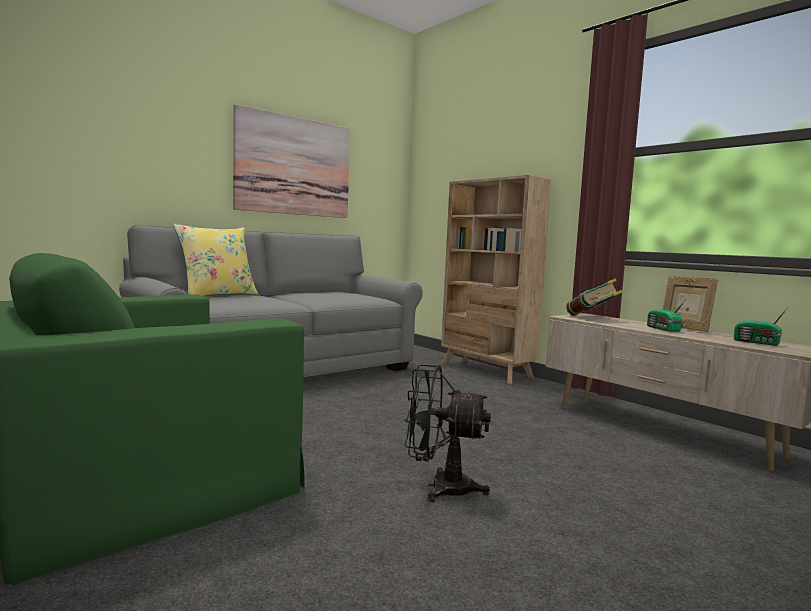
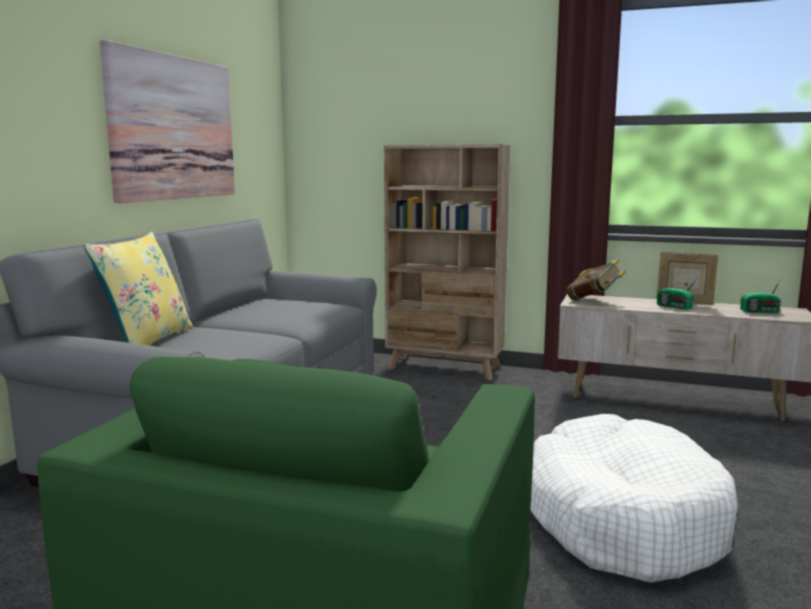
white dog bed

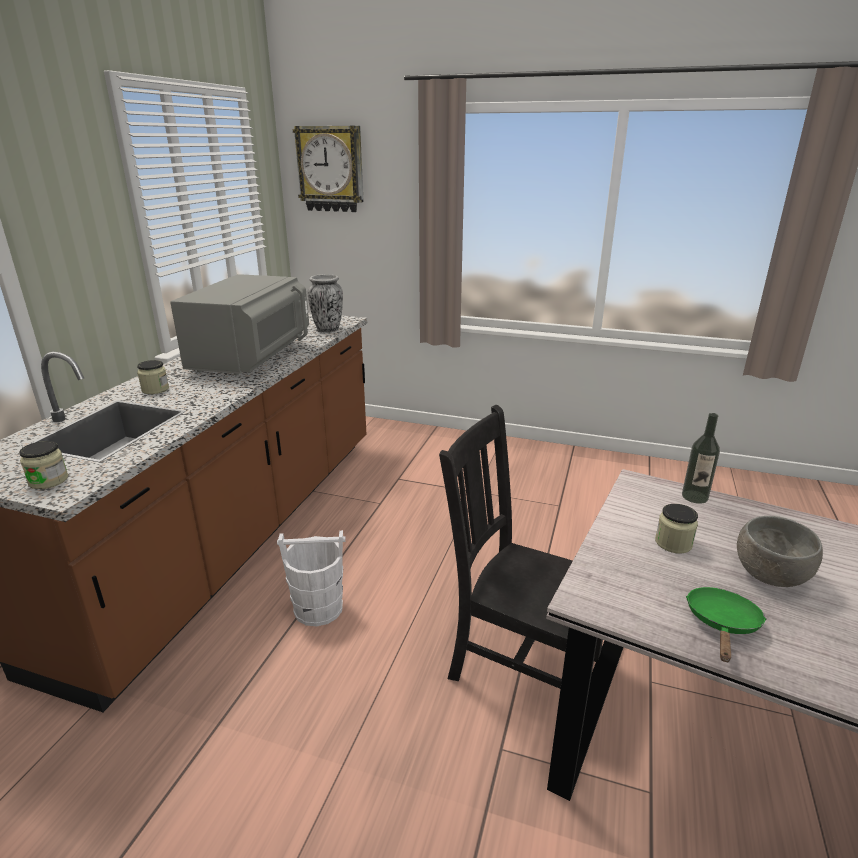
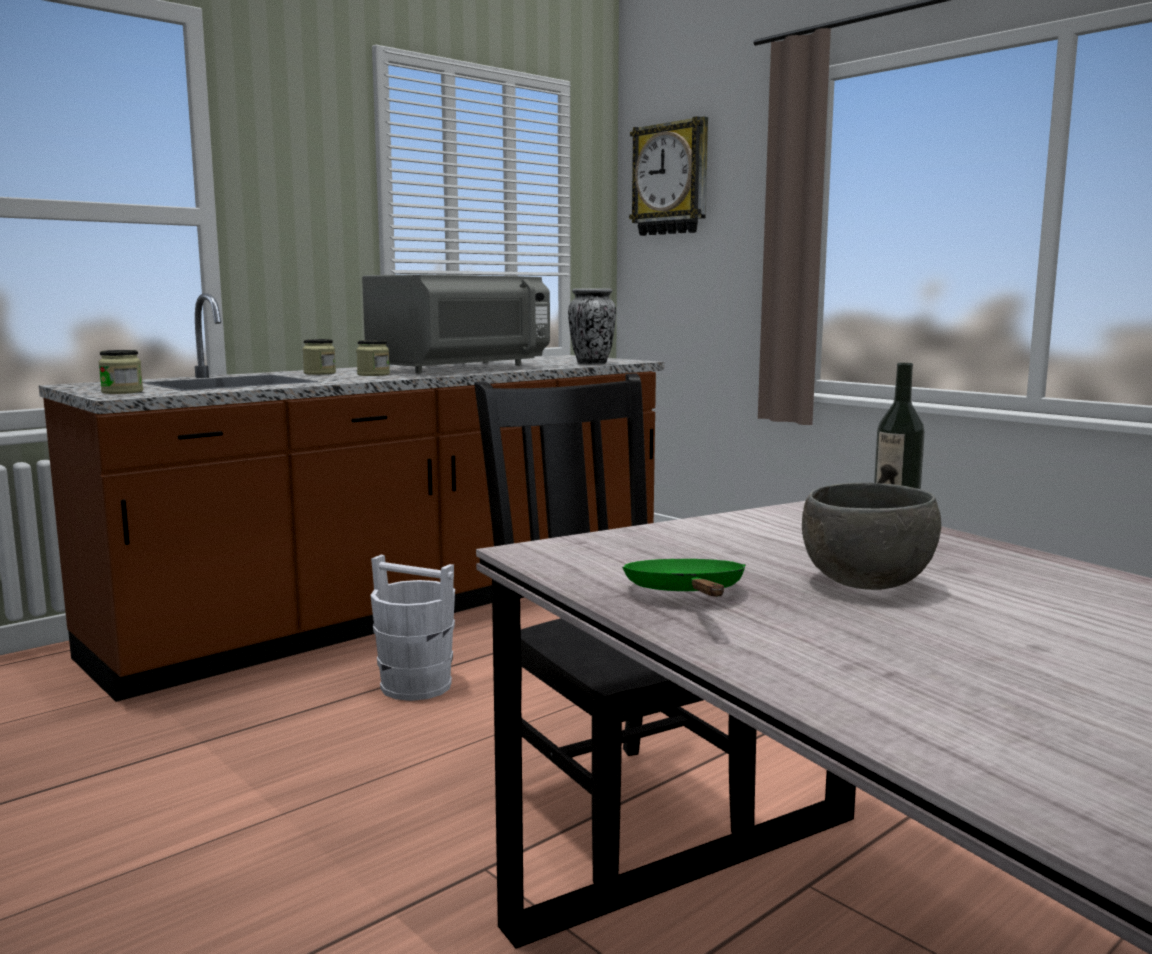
jar (3rd from left); green frying pan

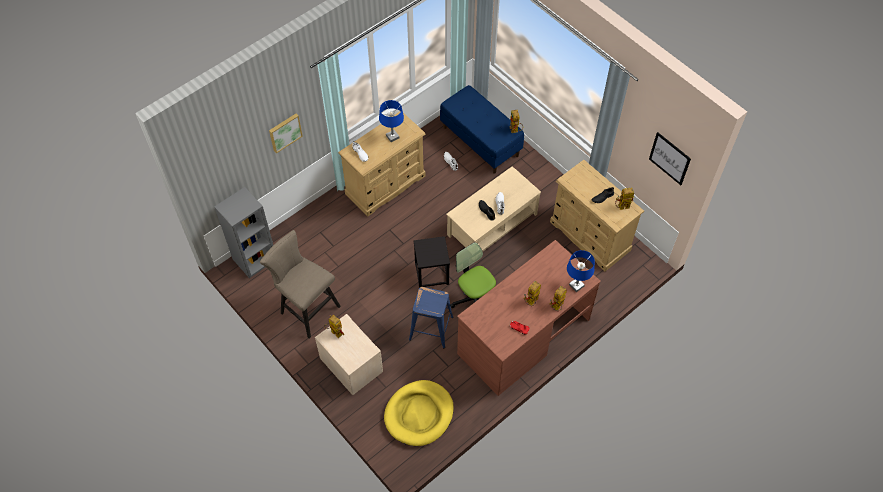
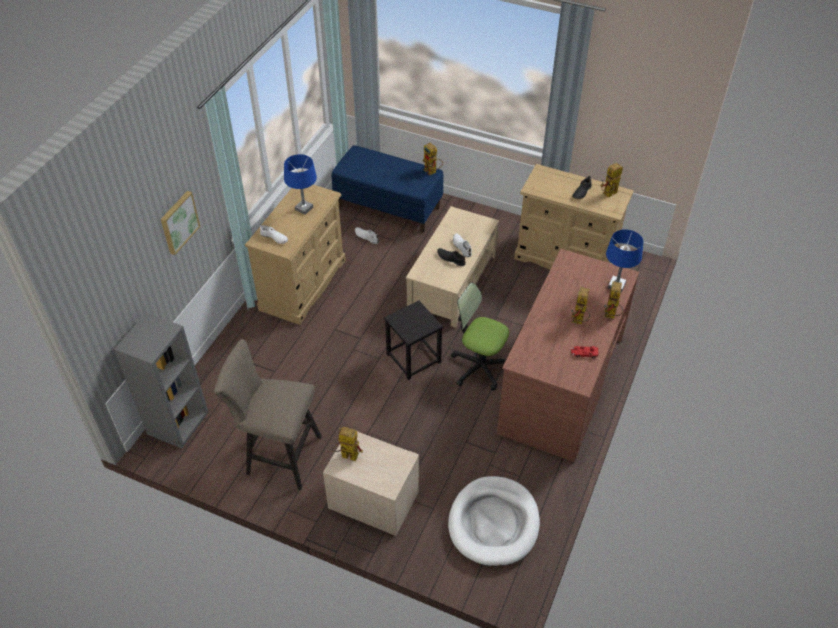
picture (2nd from left in the first image); blue stool; white dog bed

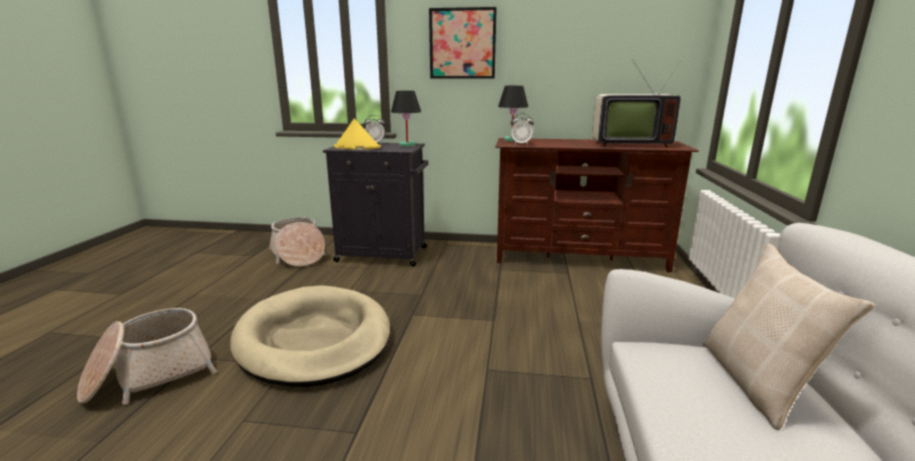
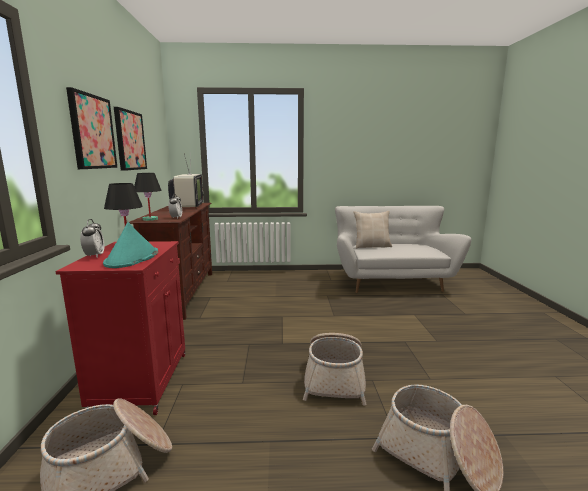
turquoise hat; red cabinet; basket (2nd from left); picture (2nd from left)

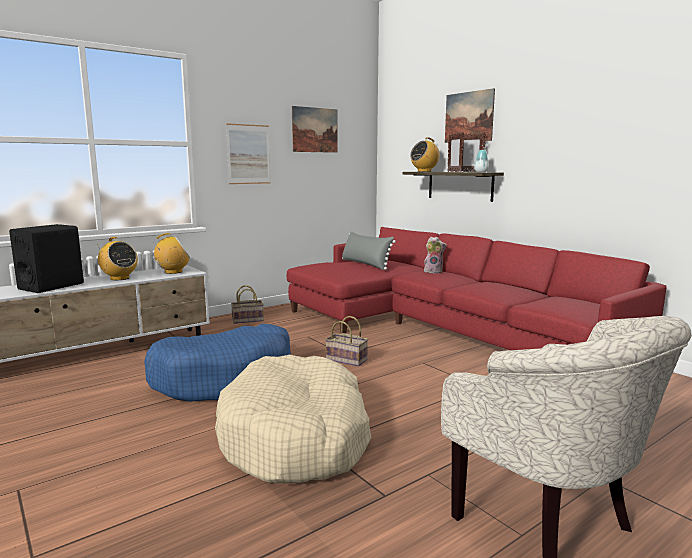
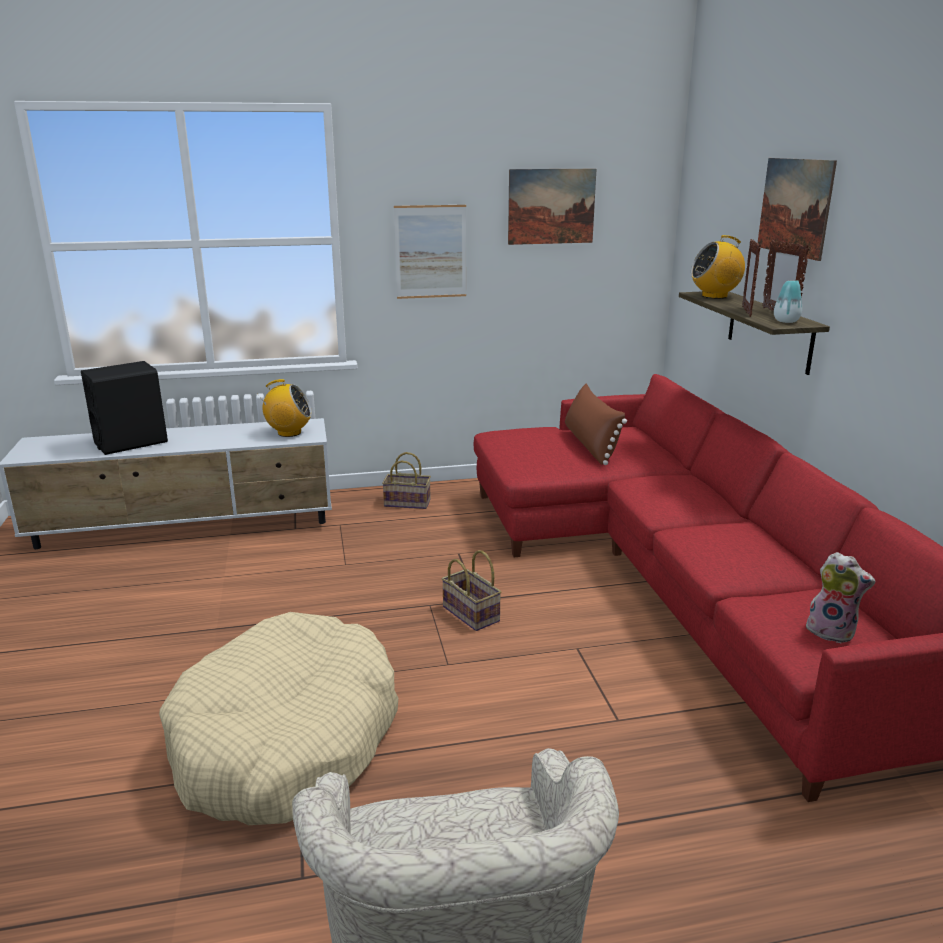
brown pillow; radio (1st from left in the first image); plush toy; blue dog bed

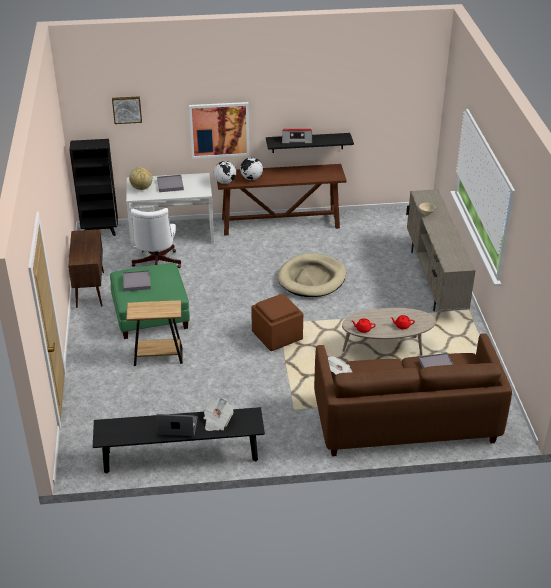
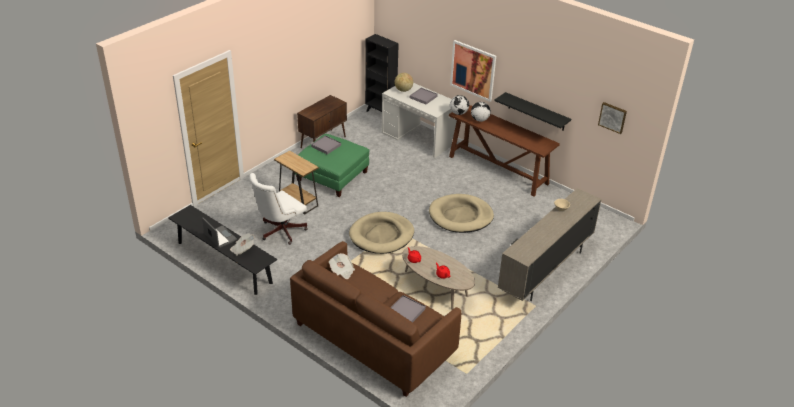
picture (2nd from left); radio; white office chair; beige dog bed (1st from left)

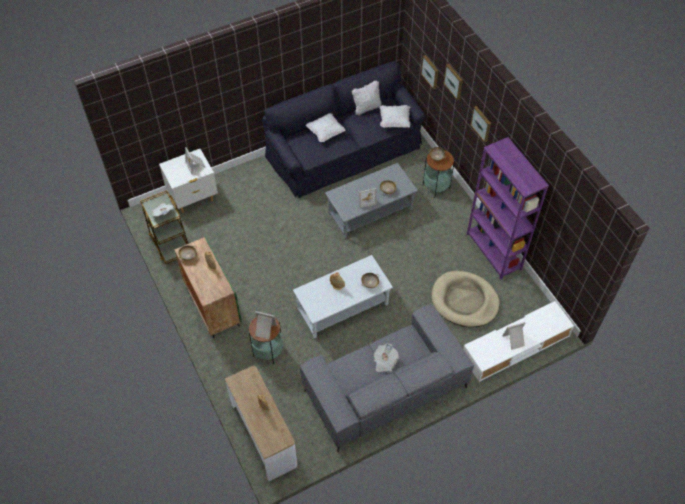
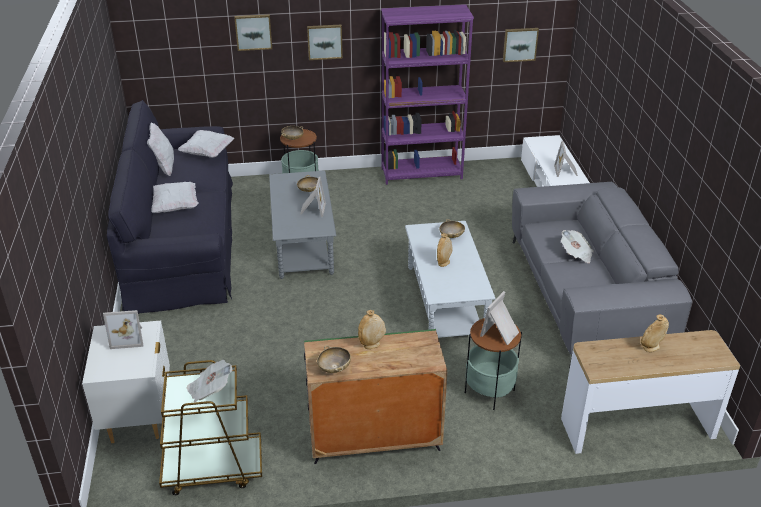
picture (3rd from left); beige dog bed

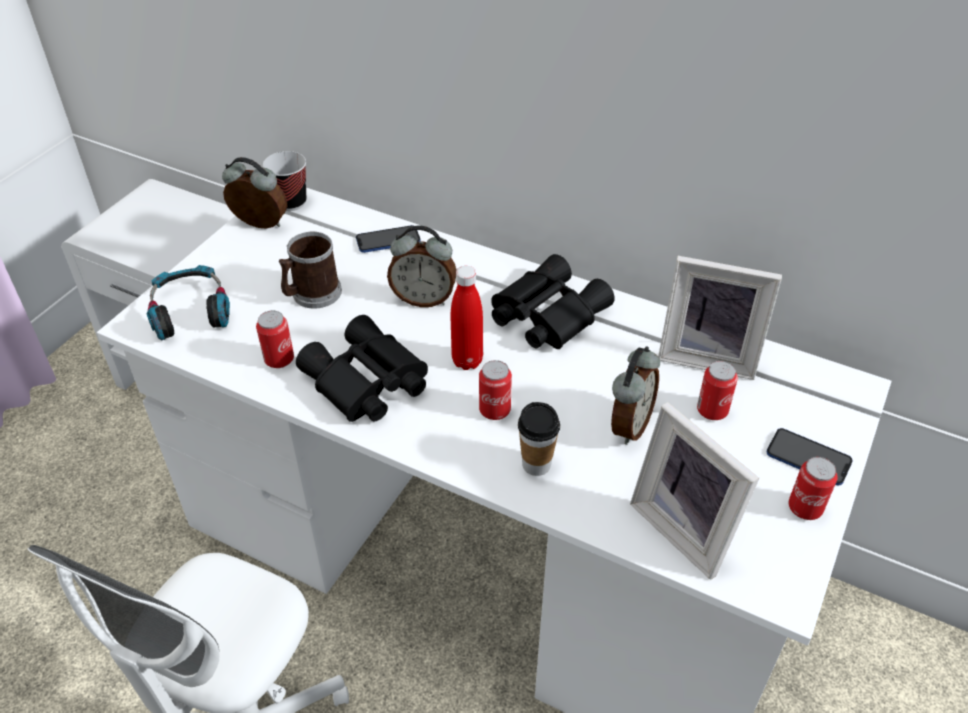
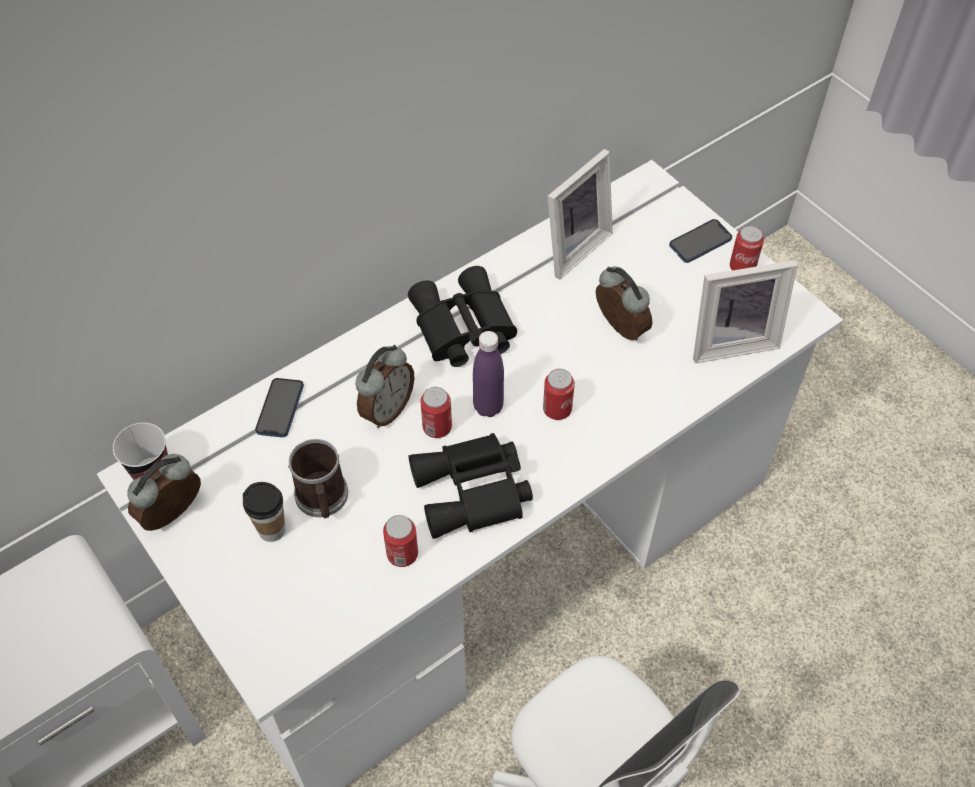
headphones; purple bottle; can (2nd from left); cup (2nd from left)

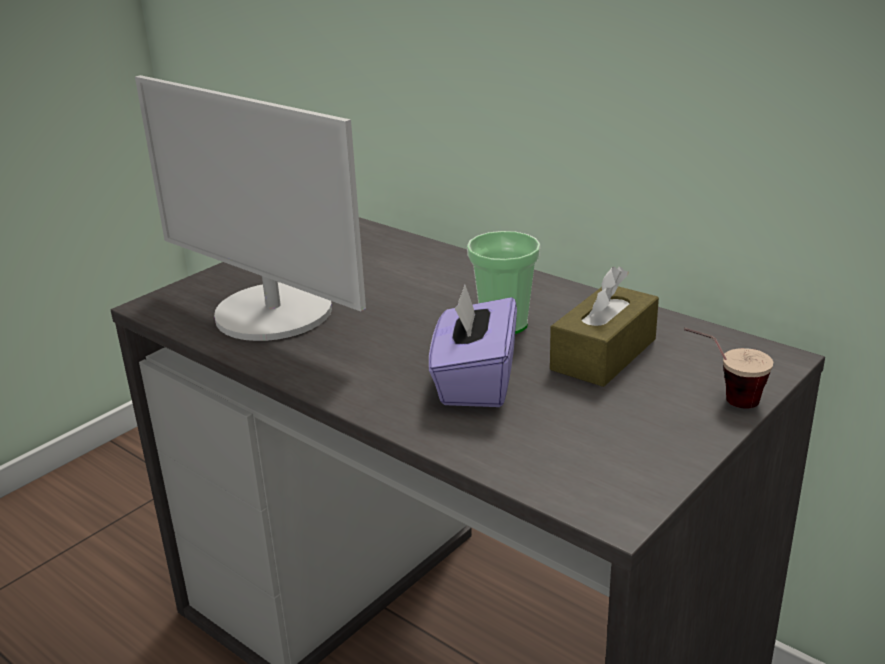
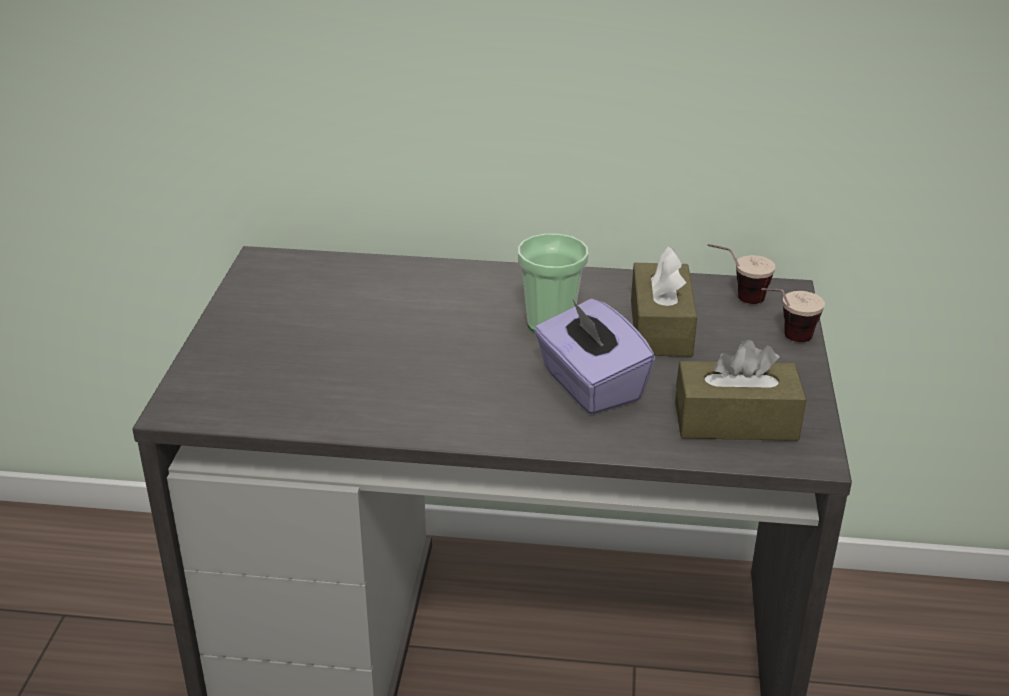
monitor; cup (2nd from left); brown tissue box (2nd from left)

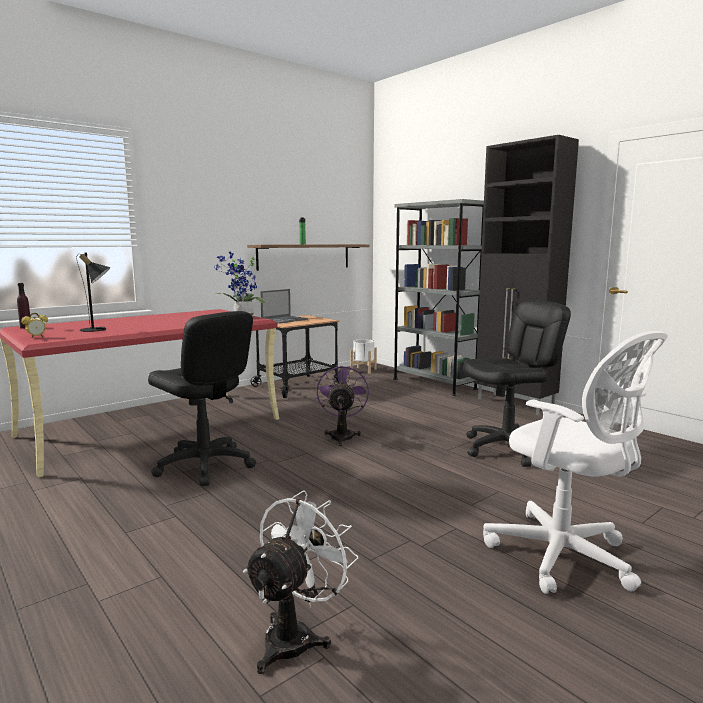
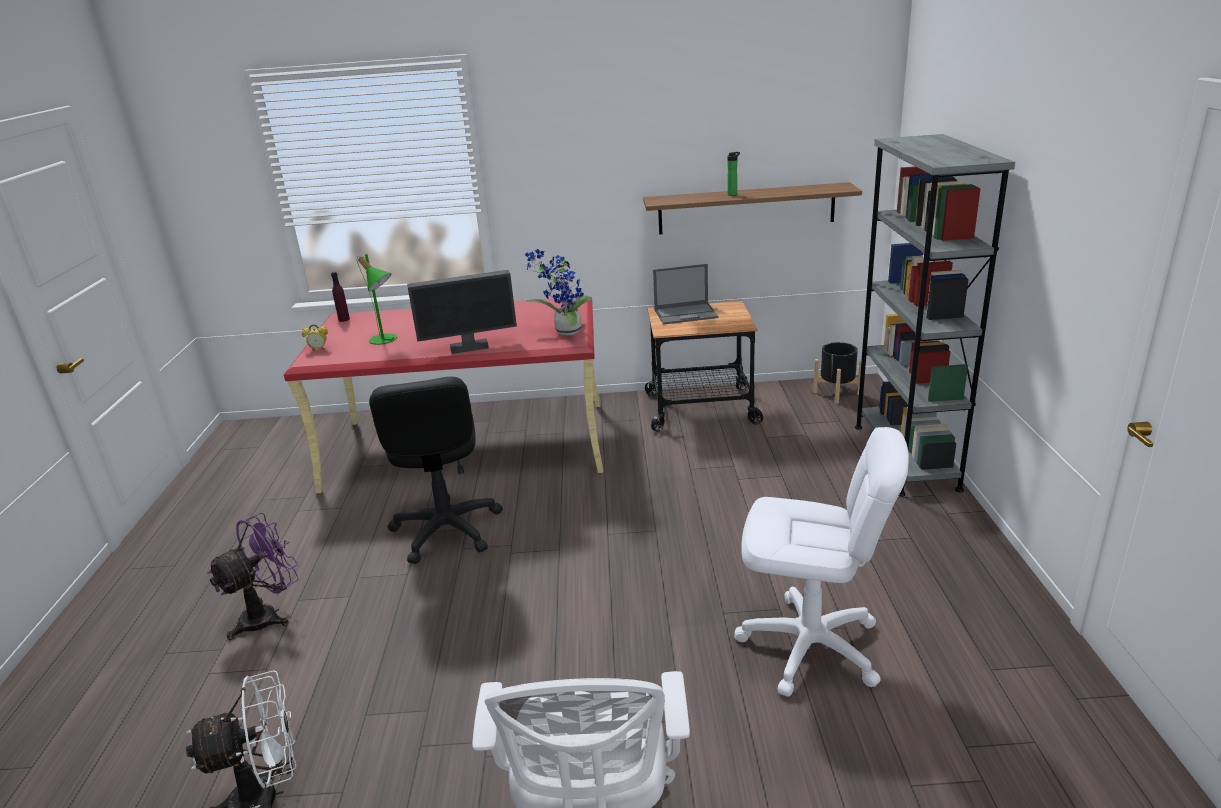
black cabinet; green table lamp; white office chair (2nd from left); black planter; purple fan; monitor

